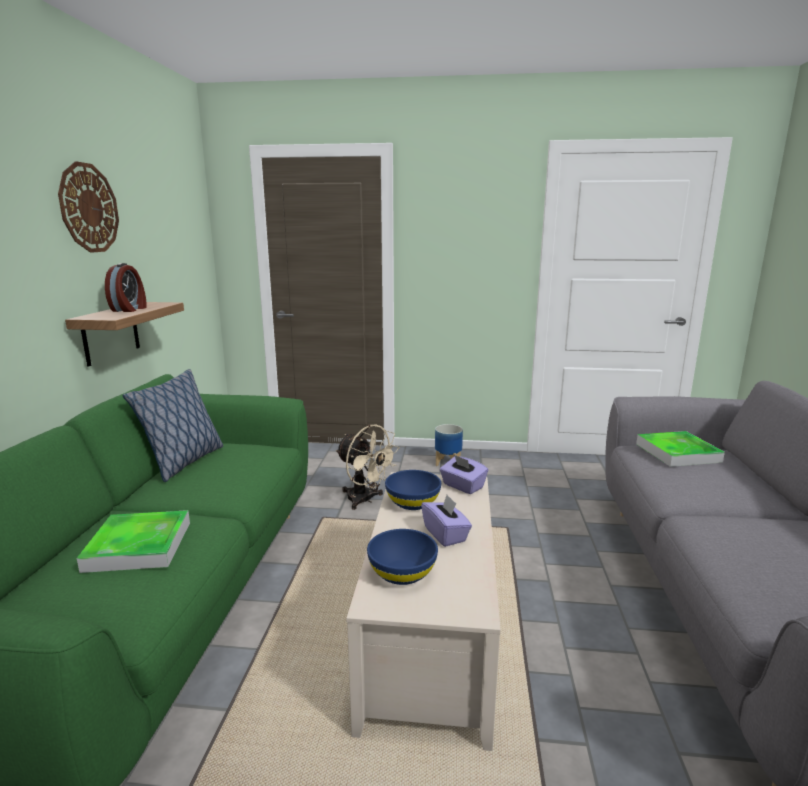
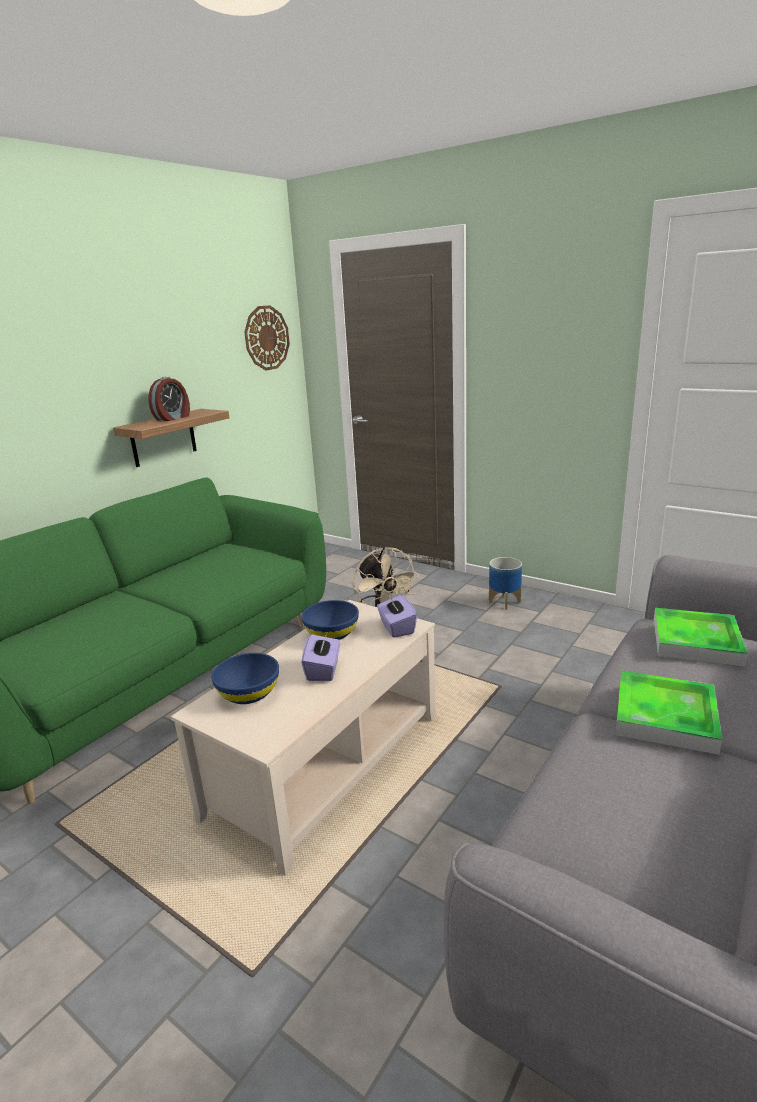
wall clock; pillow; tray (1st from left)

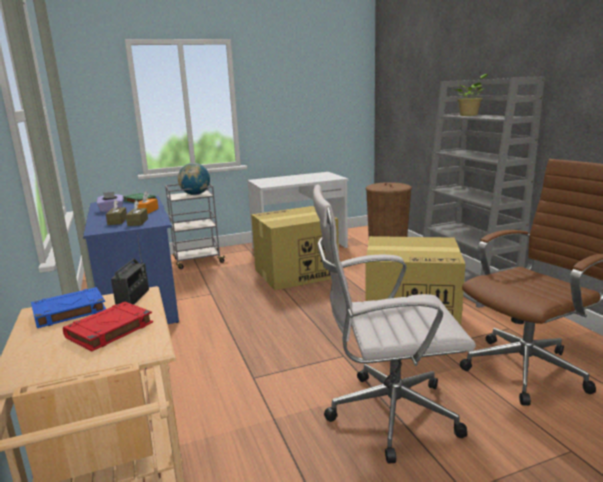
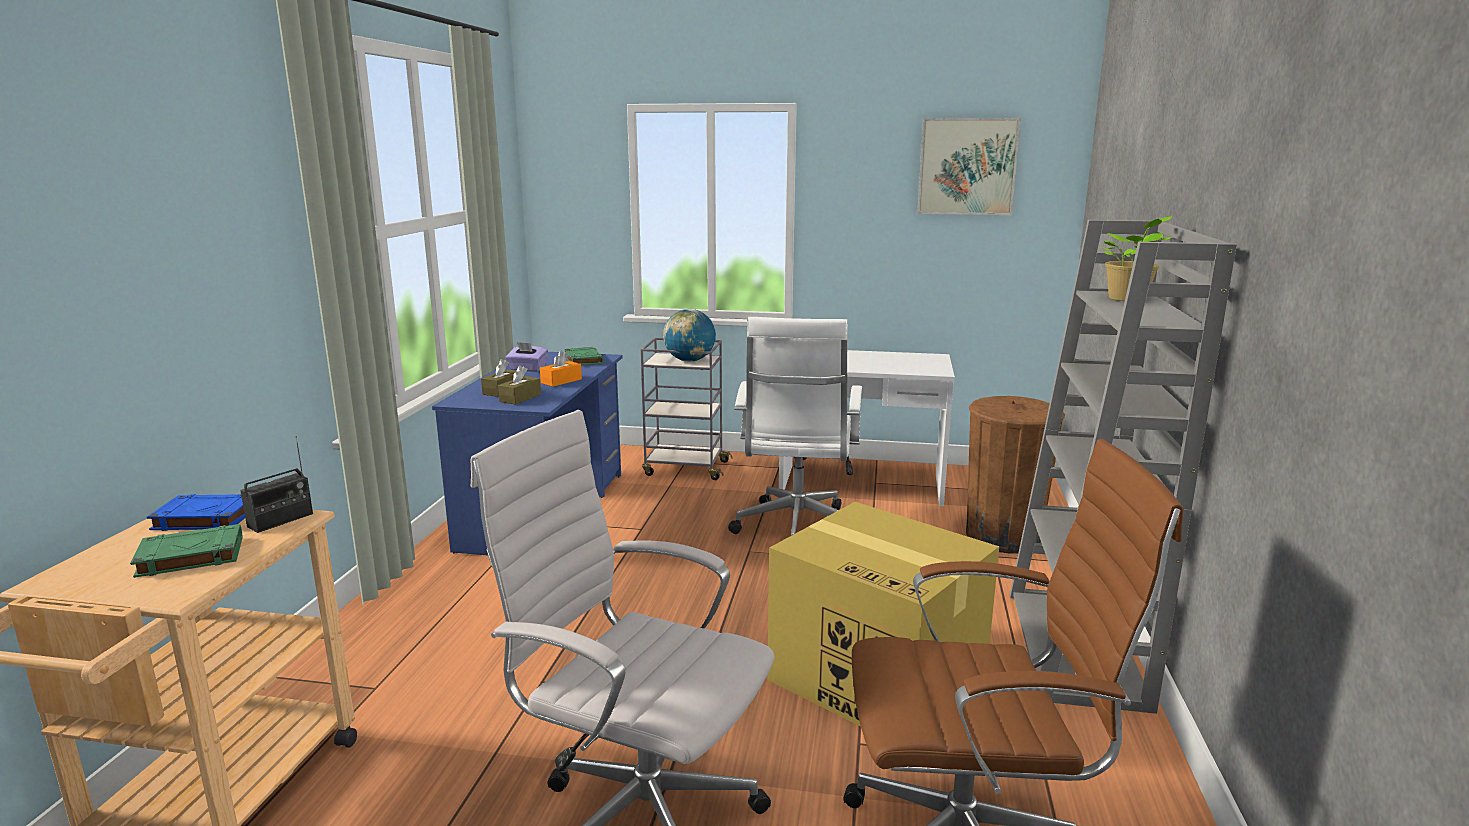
white office chair (2nd from left); green book (1st from left); picture

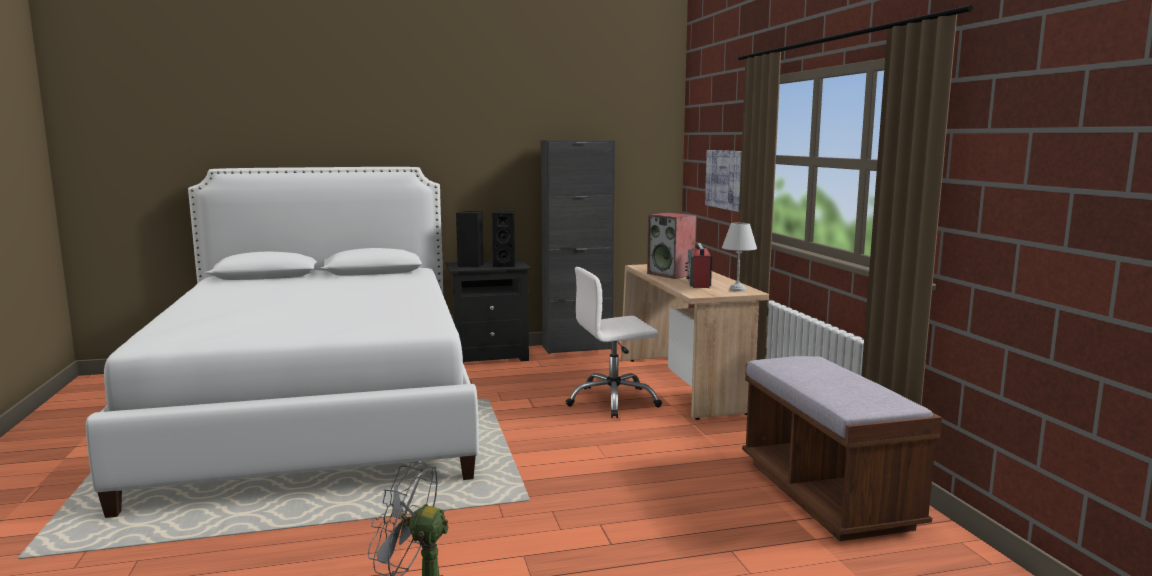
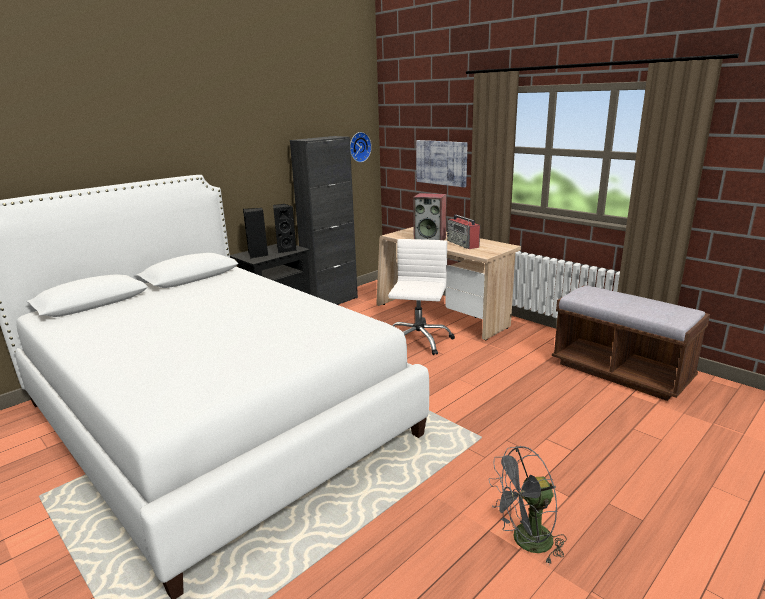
white table lamp; white office chair; wall clock

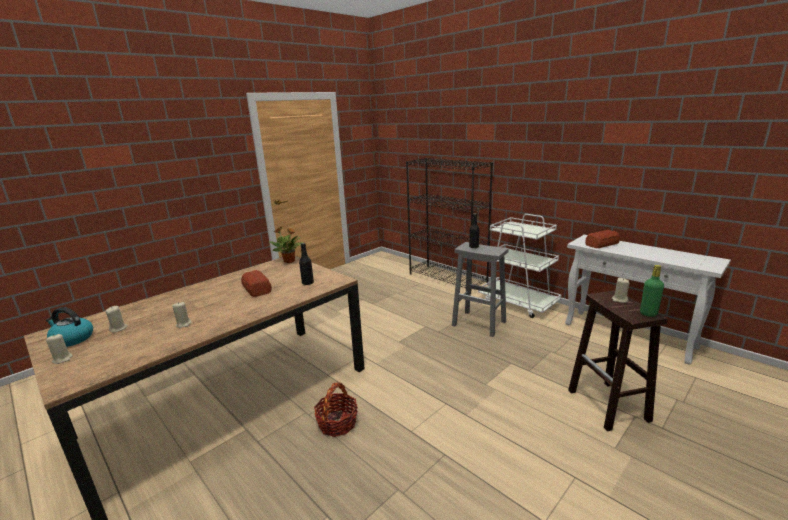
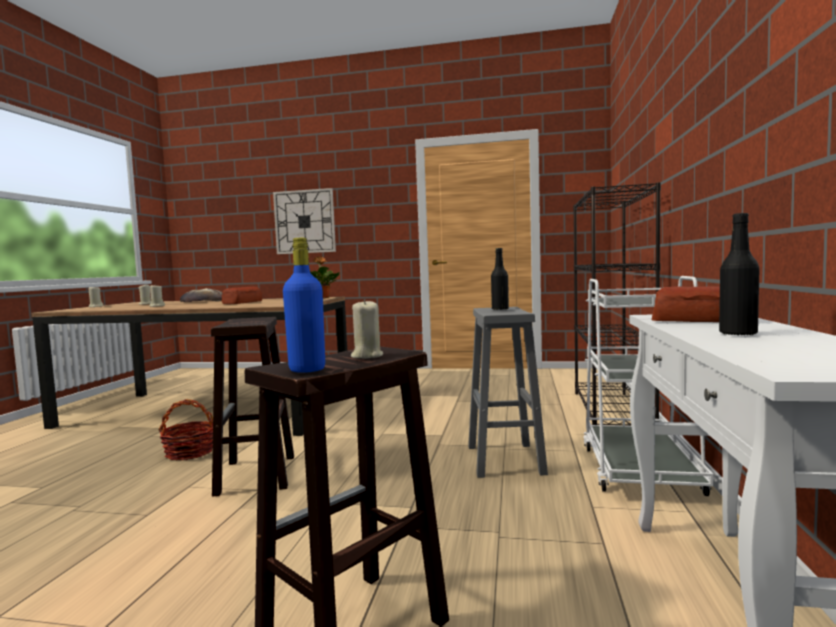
black bottle (2nd from left); blue bottle; kettle; wall clock; bread (1st from left); brown stool (1st from left)

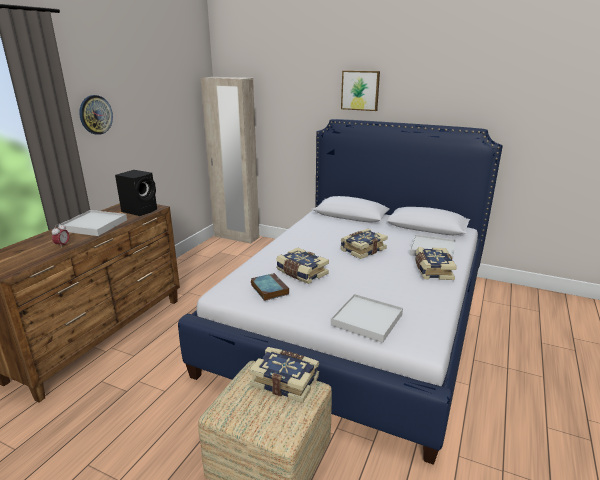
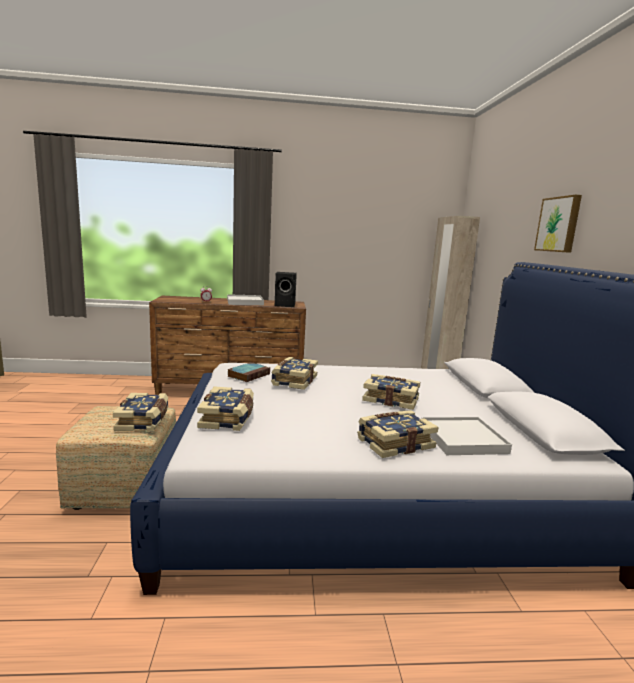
wall clock; book (2nd from left)

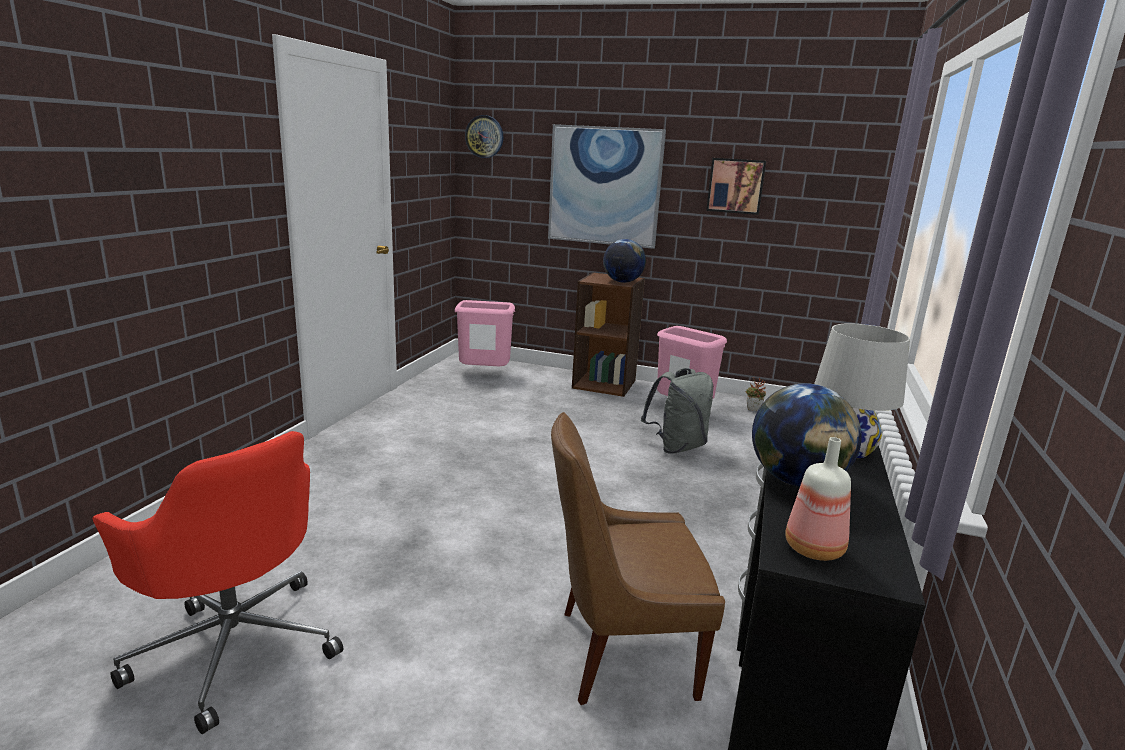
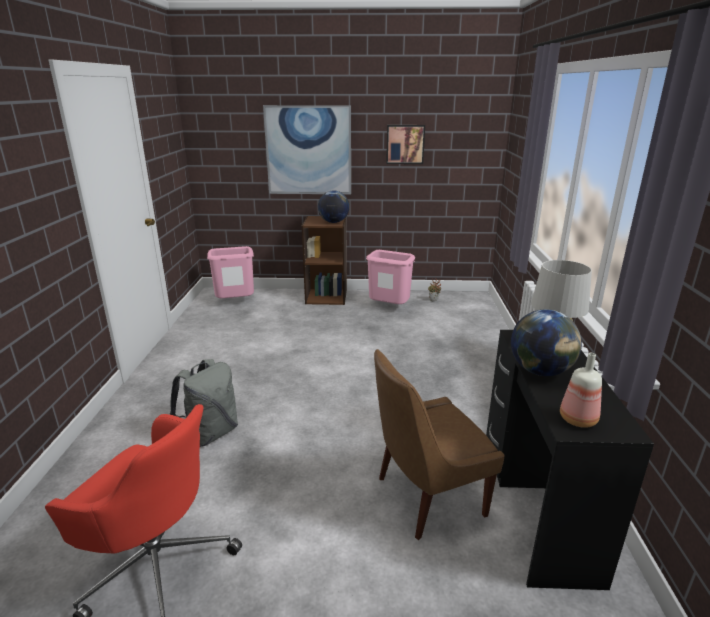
wall clock; grey backpack

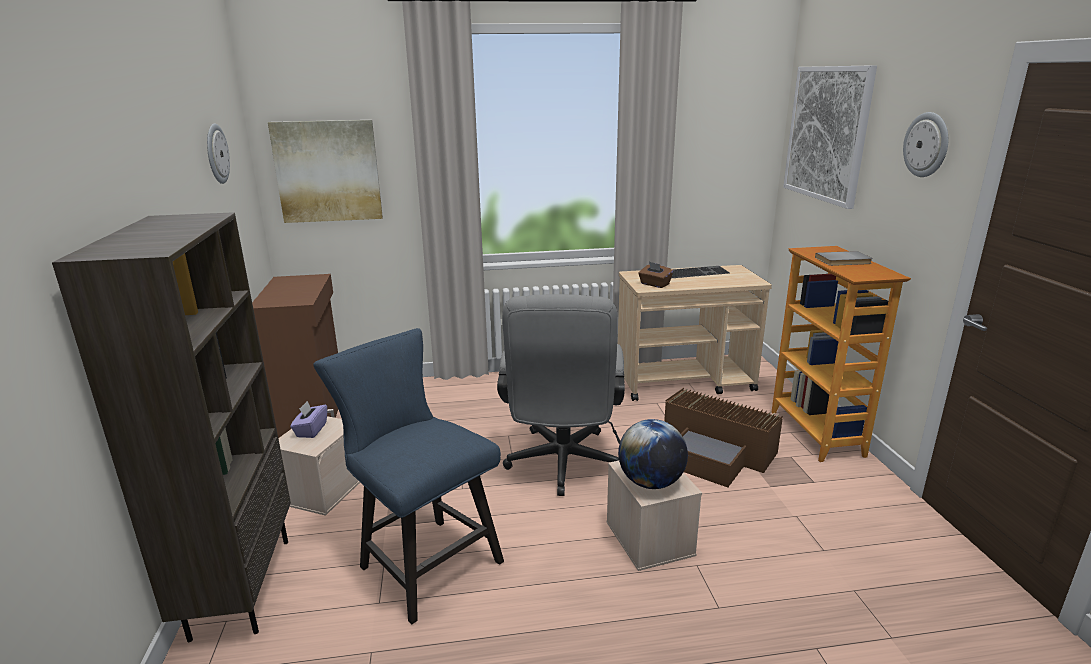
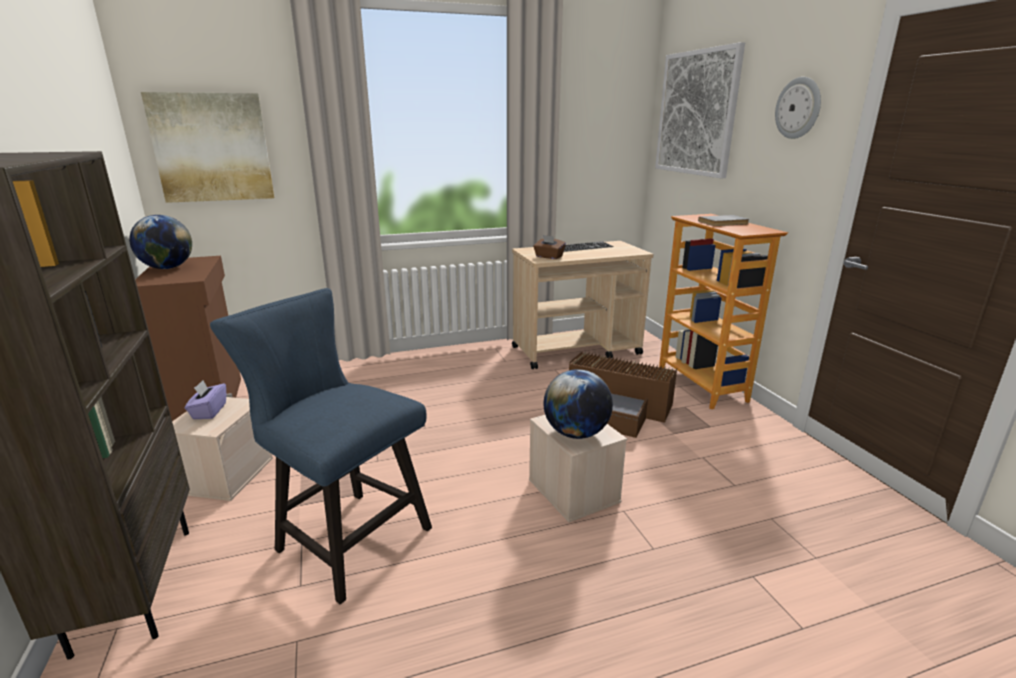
wall clock (1st from left in the first image); grey office chair; globe (1st from left)

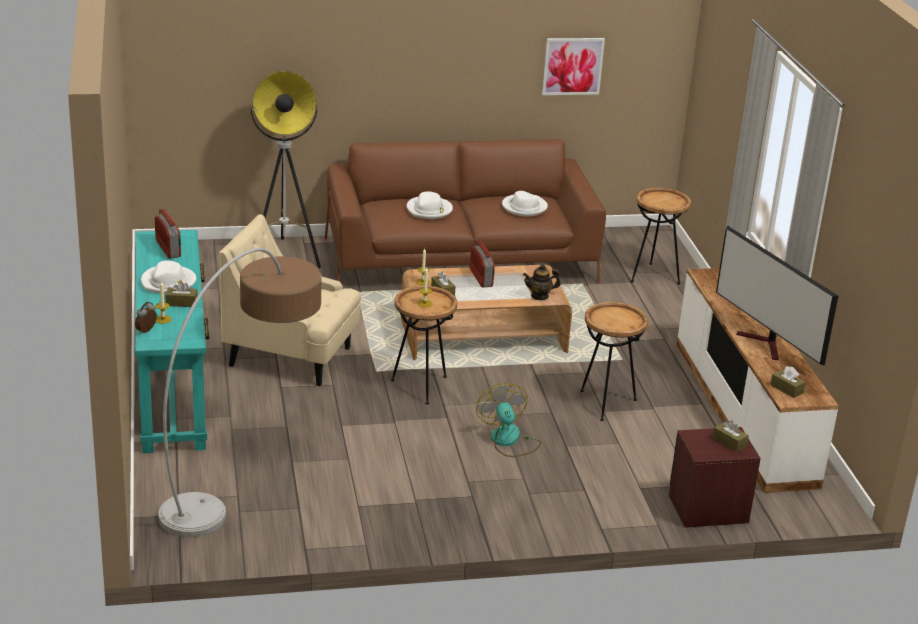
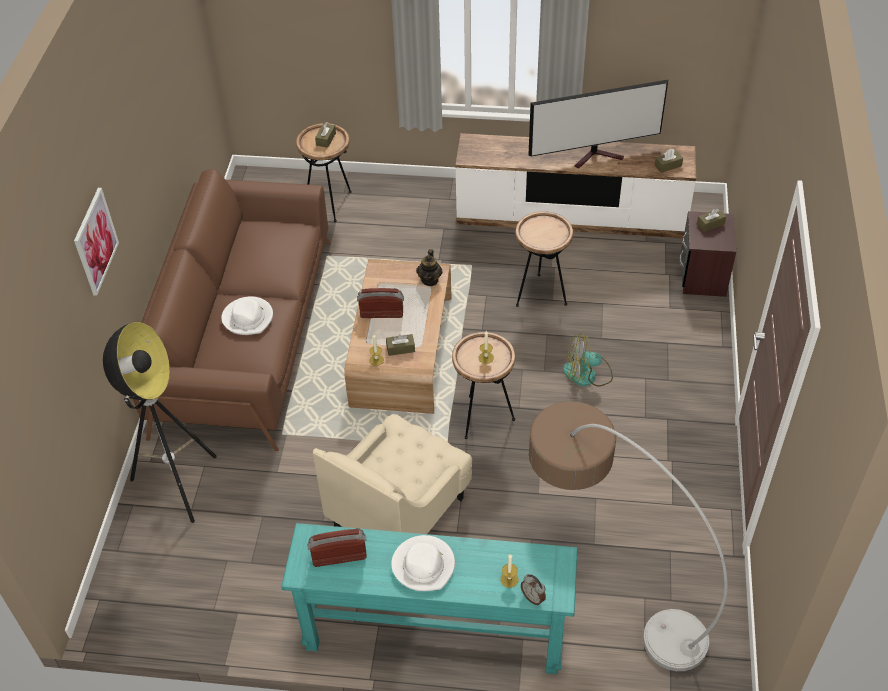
picture; white hat (3rd from left in the first image); brown tissue box (1st from left)

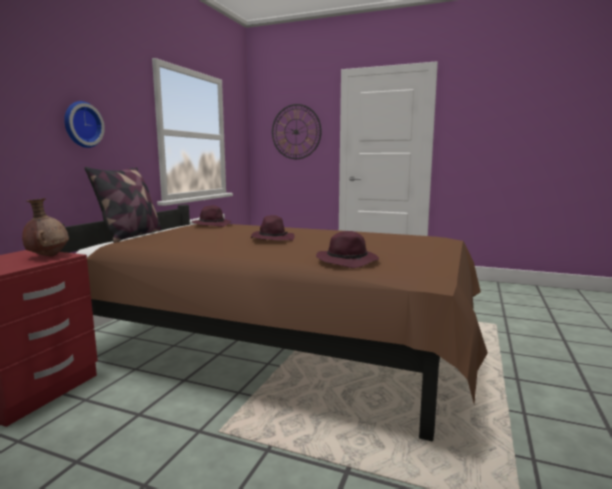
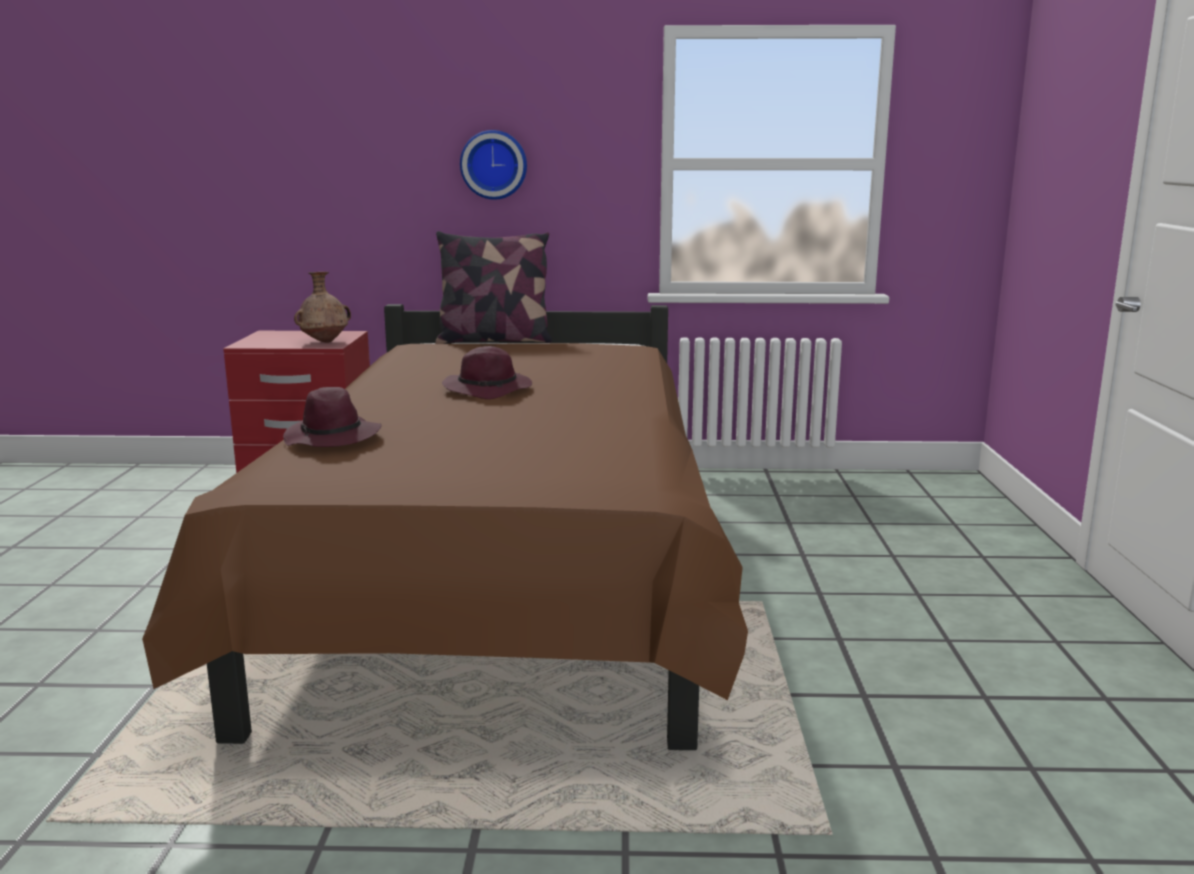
wall clock (2nd from left in the first image); purple hat (1st from left in the first image)

